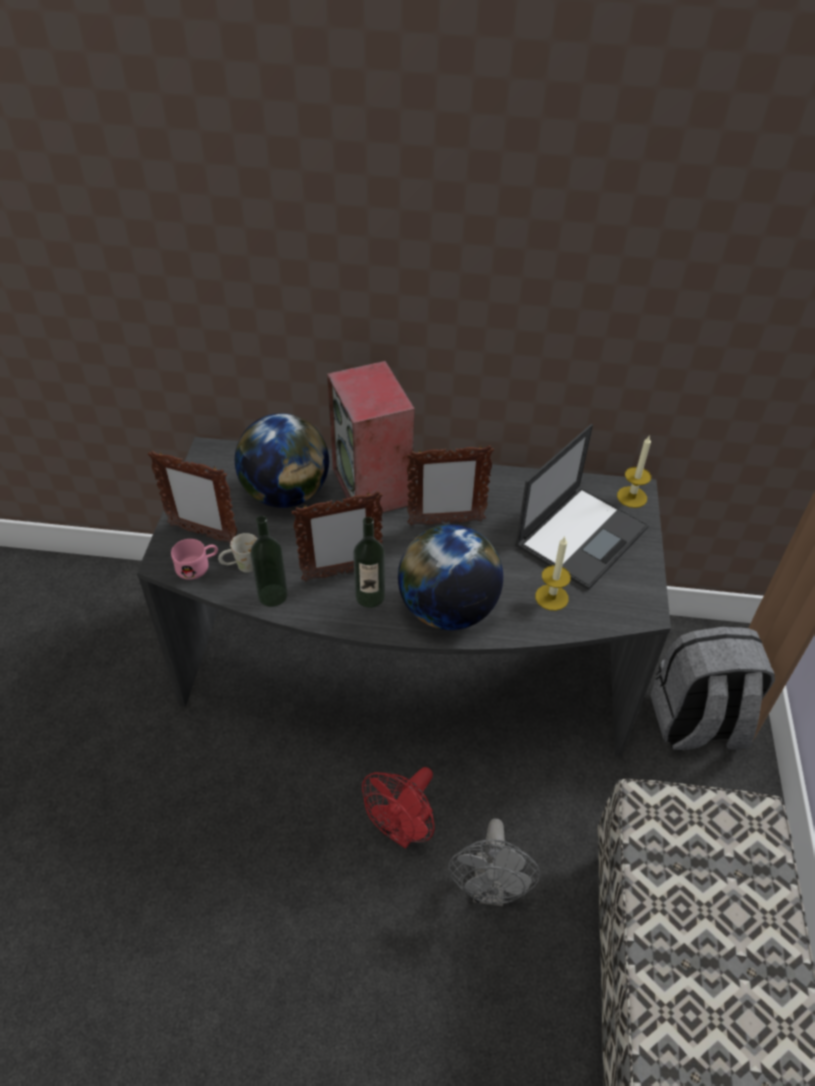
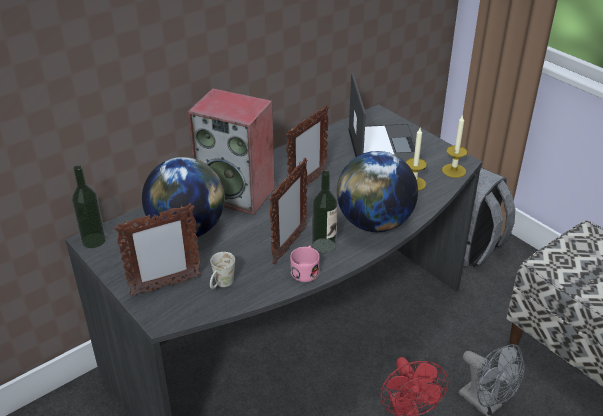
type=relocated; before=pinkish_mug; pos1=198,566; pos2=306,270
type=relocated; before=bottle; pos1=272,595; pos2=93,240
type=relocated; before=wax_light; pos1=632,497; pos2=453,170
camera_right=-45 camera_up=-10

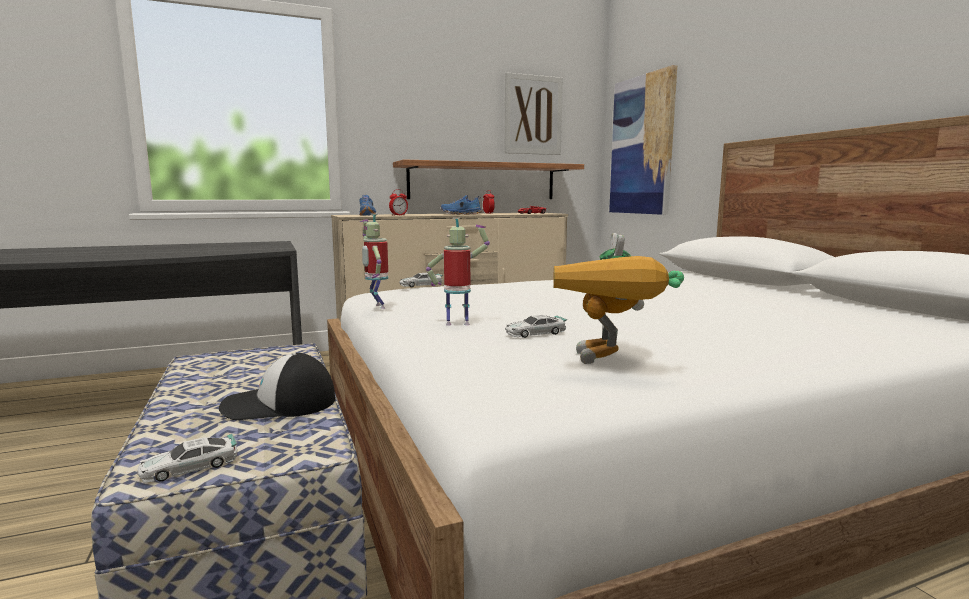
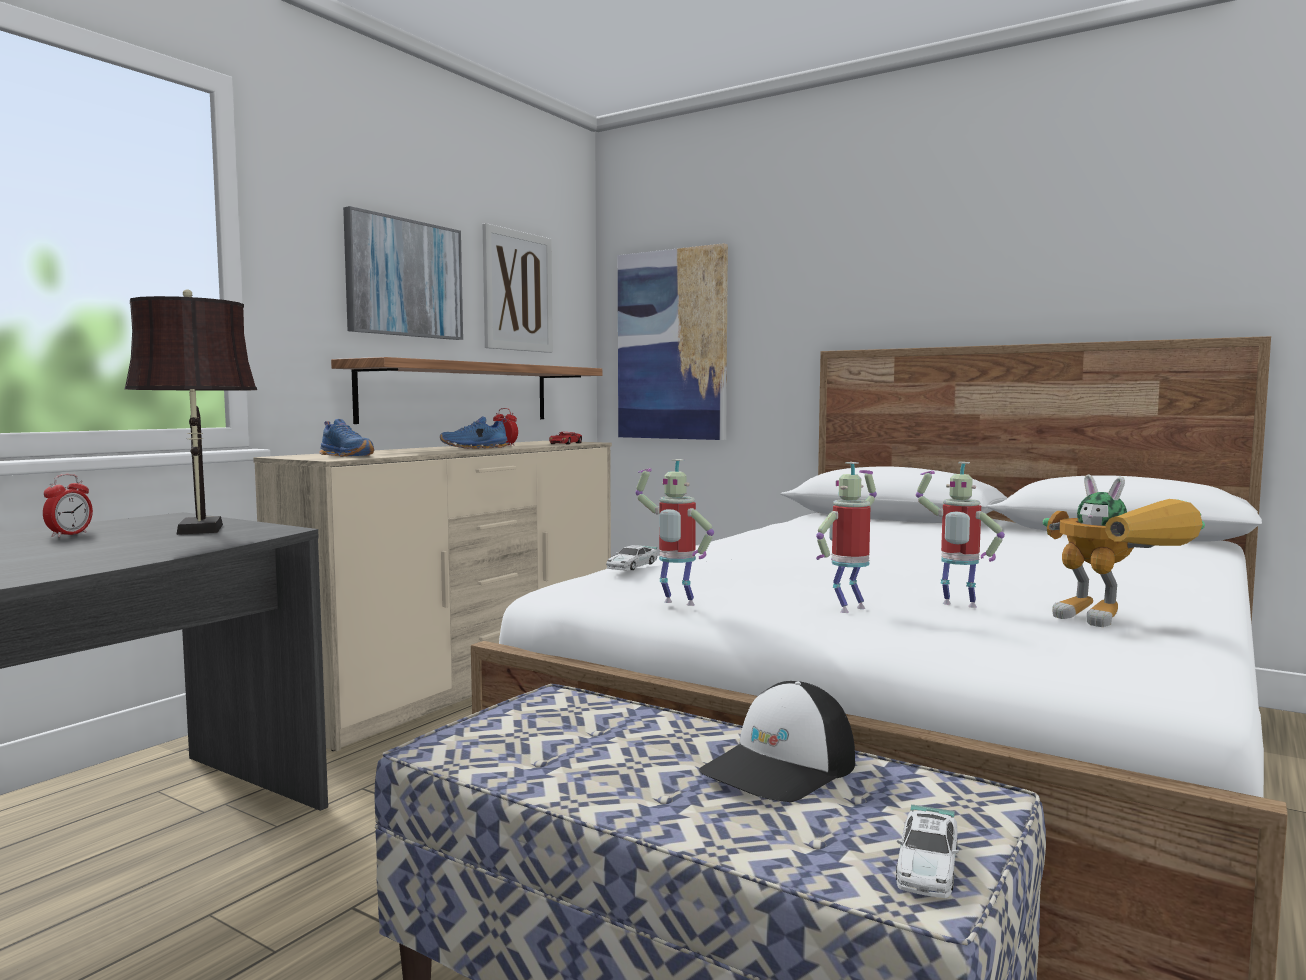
type=appeared; after=brown-coloured_table_lamp; pos2=199,530
type=appeared; after=wall_picture; pos2=404,278
type=relocated; before=alarm_clock; pos1=398,215; pos2=69,534
type=exchanged; before=toy_car; after=robot_figure; pos1=535,333; pos2=957,606
camera_right=-35 camera_up=-5

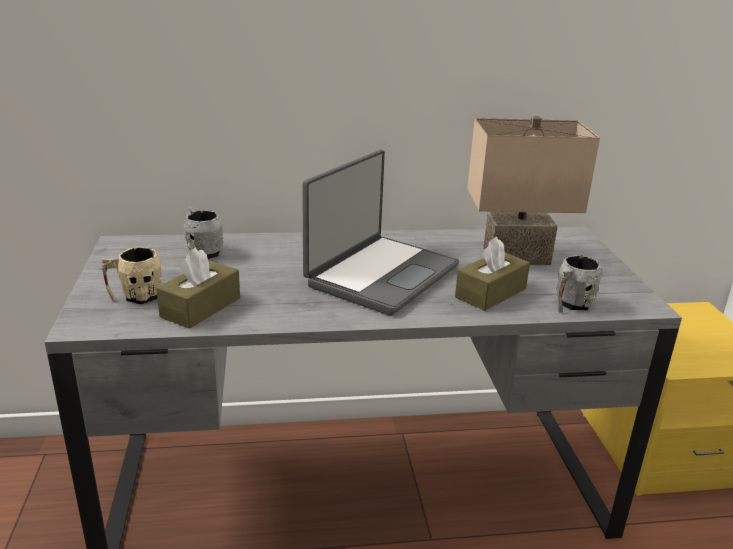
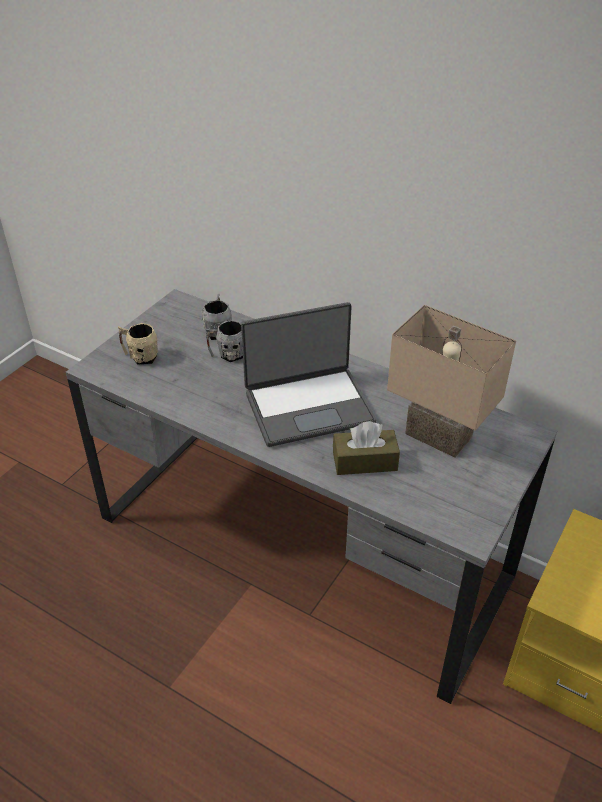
type=missing; before=brown-coloured_box_of_tissues; pos1=201,307
type=relocated; before=gray_mug; pos1=571,305; pos2=227,354
camera_right=40 camera_up=15

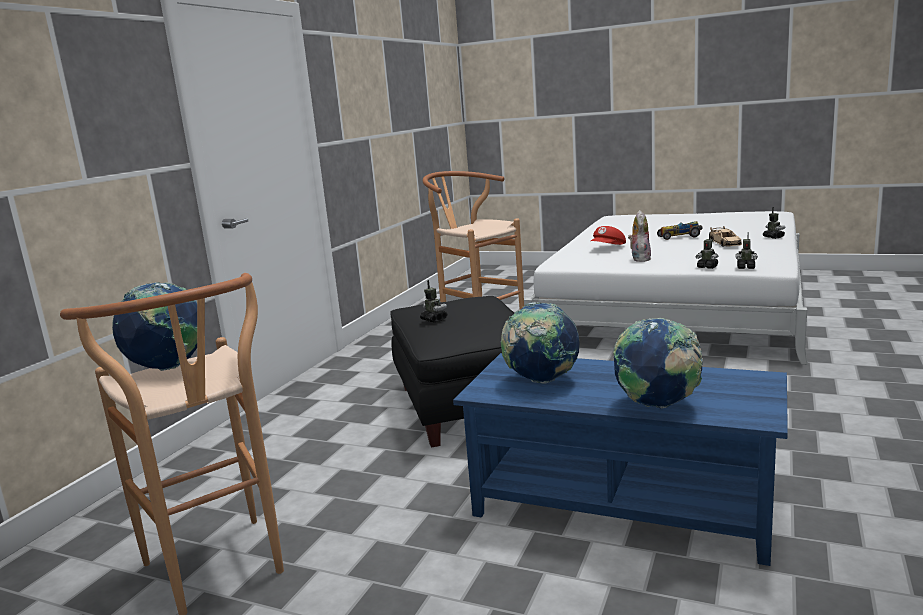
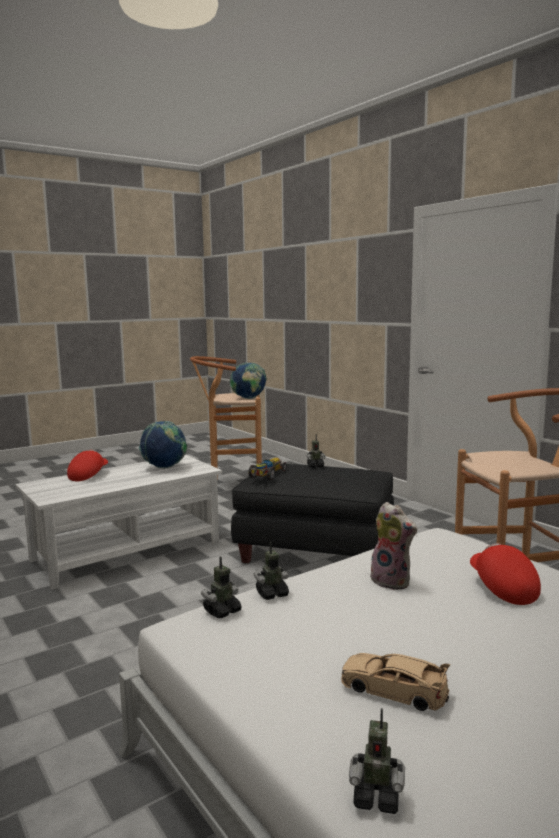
type=relocated; before=toy_car; pos1=680,236; pos2=267,475
type=exchanged; before=globe; after=reddish_cap; pos1=657,406; pos2=88,475
type=colour; before=bluish_coffee_table; after=whitish_coffee_table; pos1=623,503; pos2=126,552
camera_right=120 camera_up=-5

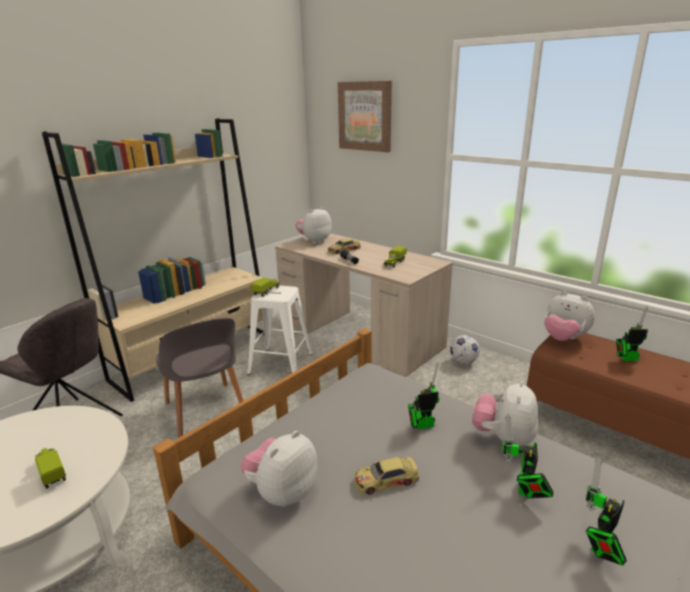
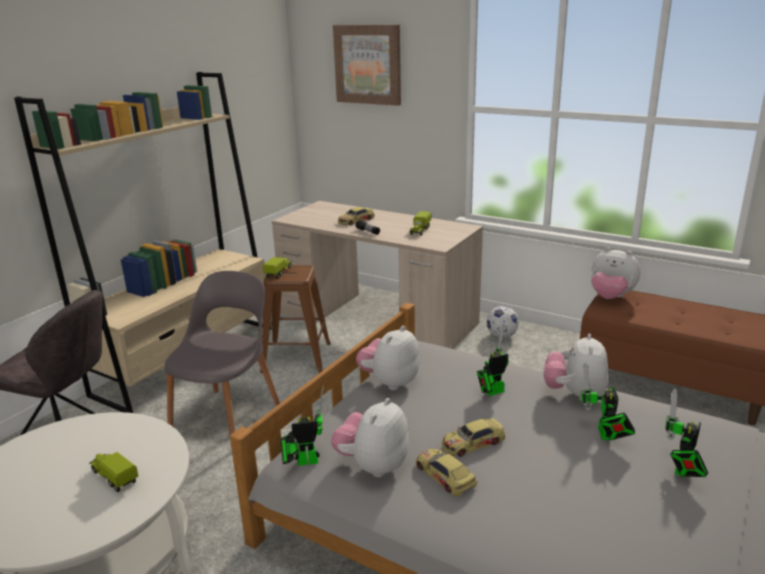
type=appeared; after=toy_car; pos2=445,475
type=relocated; before=cuddly_toy; pos1=314,241; pos2=390,382
type=relocated; before=robot_figure; pos1=626,359; pos2=304,462
type=colour; before=whitish_stool_seat; after=brown-coloured_stool_seat; pos1=280,364; pos2=295,357
type=spun; before=gray_plain_chair; pos1=206,412; pos2=227,417; turn=-120
camera_right=-10 camera_up=0

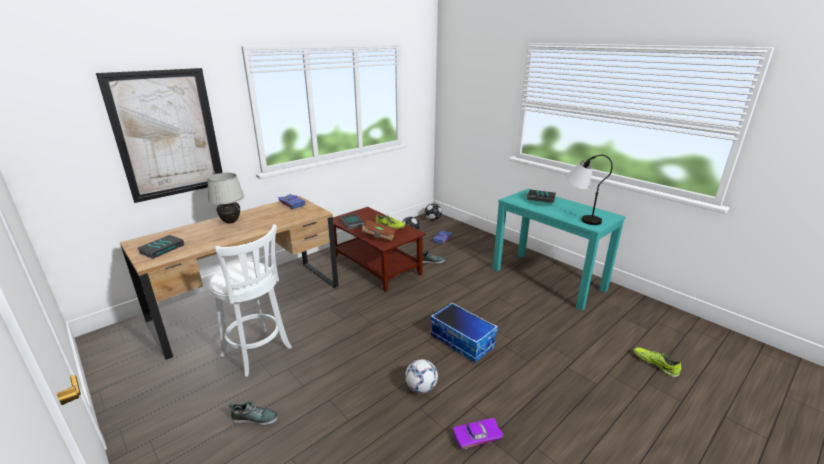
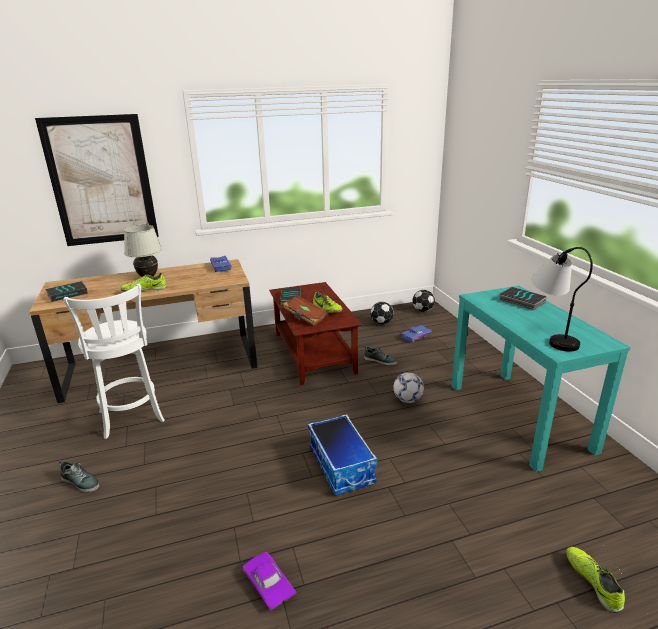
type=appeared; after=item_of_footwear; pos2=144,290
type=relocated; before=football; pos1=421,388; pos2=407,400
type=spun; before=purple-coloured_toy_car; pos1=477,438; pos2=267,586; turn=45
camera_right=25 camera_up=0

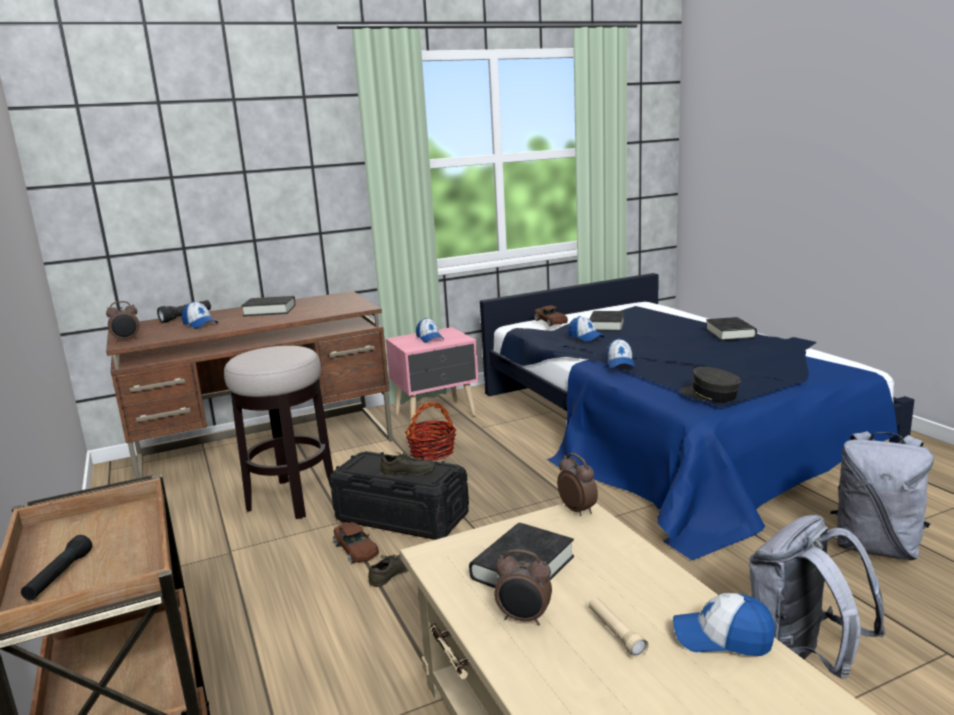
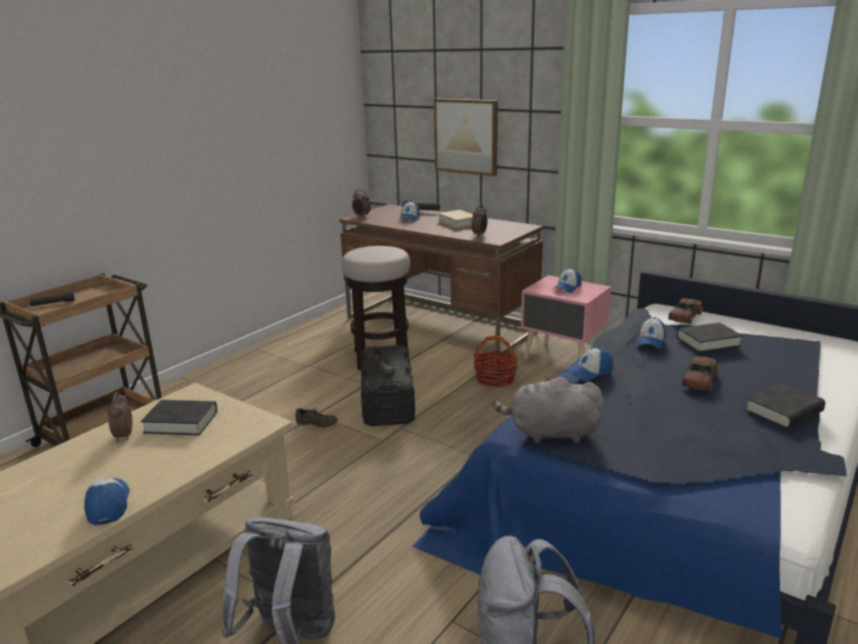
type=missing; before=sand-coloured_hand_torch; pos1=616,633
type=appeared; after=wall_picture; pos2=466,136
type=relocated; before=brown-coloured_toy_car; pos1=356,549; pos2=699,380
type=relocated; before=alarm_clock; pos1=578,510; pos2=479,234
type=exchanged; before=gray_cap; after=gray_cuddly_toy; pos1=710,395; pos2=550,433
type=colour; before=black_bound_book; after=sand-coloured_bound_book; pos1=269,310; pos2=459,222
camera_right=60 camera_up=5

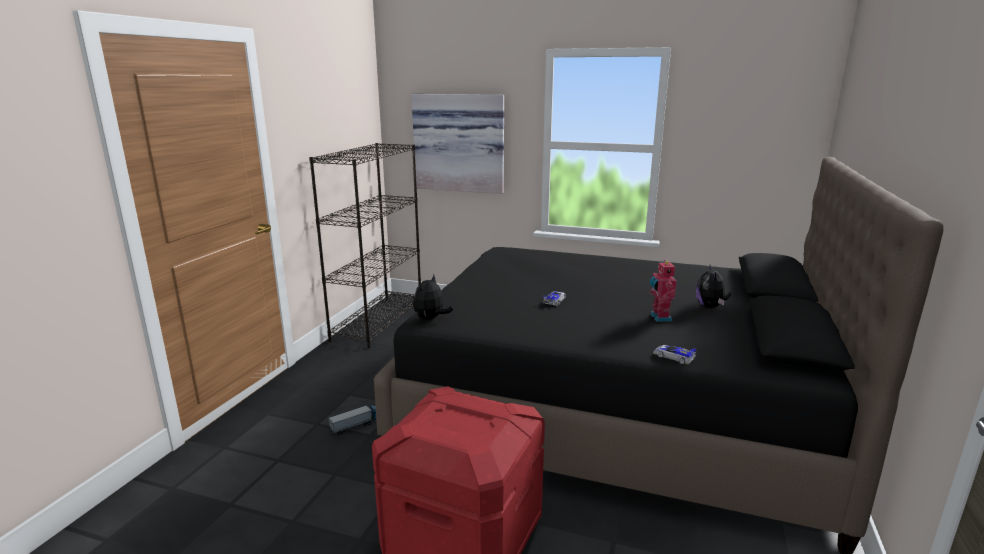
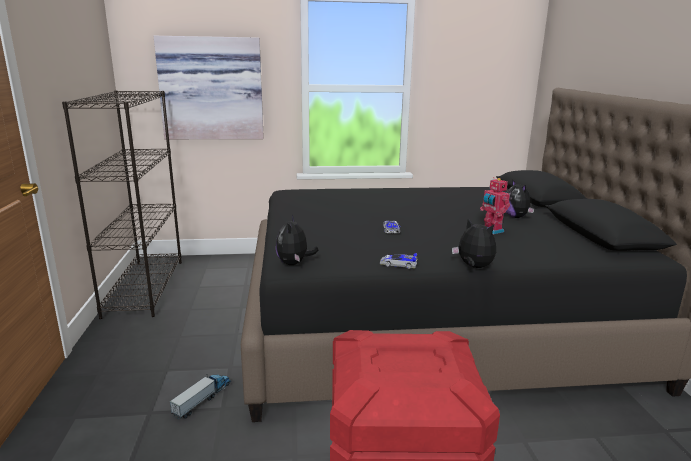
type=appeared; after=cuddly_toy; pos2=473,267
type=relocated; before=toy_car; pos1=673,356; pos2=398,264
camera_right=-25 camera_up=0

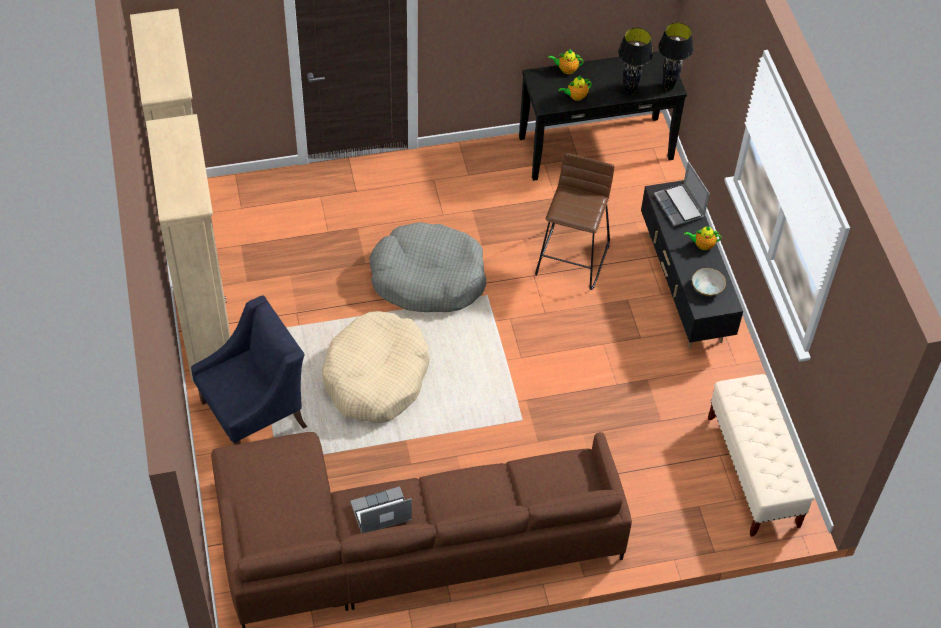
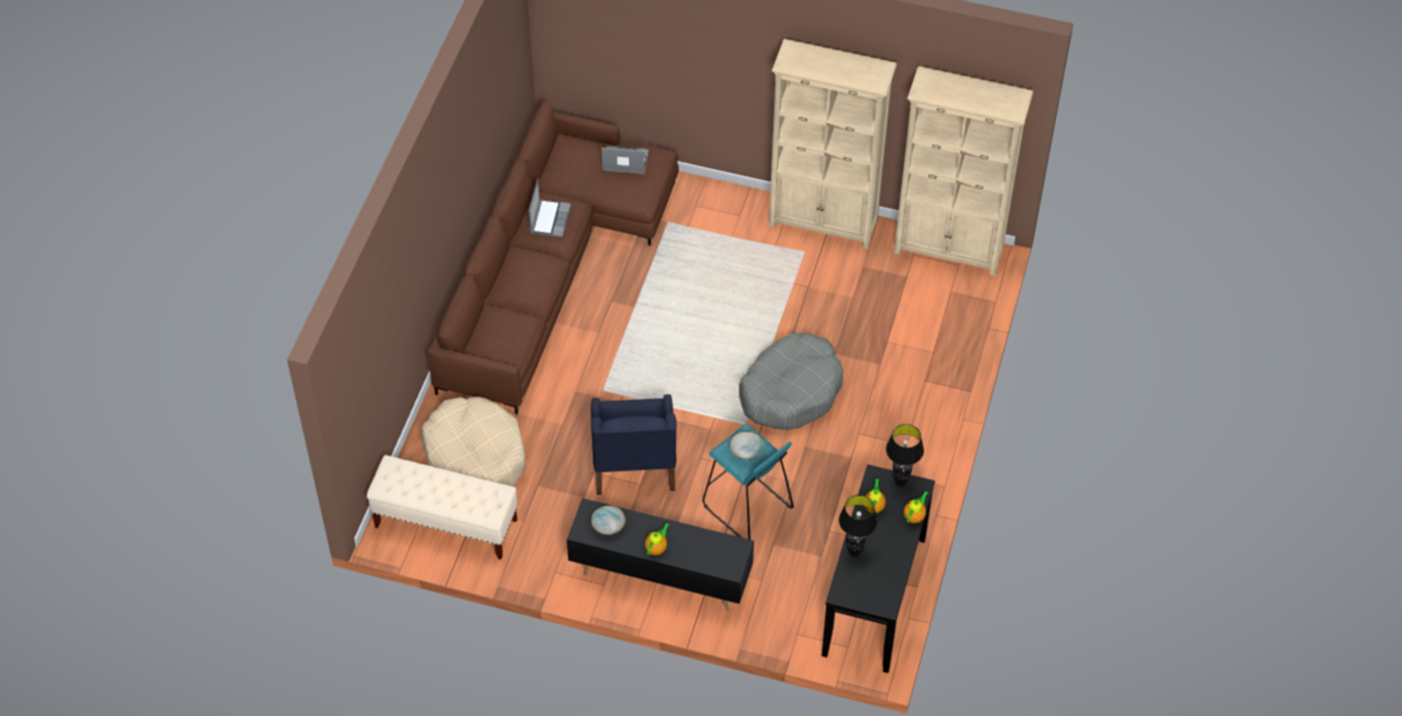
type=appeared; after=deep_dish; pos2=746,451
type=relocated; before=bluish_easy_chair; pos1=255,413; pos2=633,463
type=relocated; before=sand-coloured_dog_cushion; pos1=376,377; pos2=475,456
type=relocated; before=notebook_computer; pos1=680,206; pos2=624,162
type=relocated; before=black_table_lamp; pos1=668,87; pos2=900,483
type=colour; before=brown-coloured_stool_seat; after=blue-green_stool_seat; pos1=572,259; pos2=747,507
camera_right=120 camera_up=0

